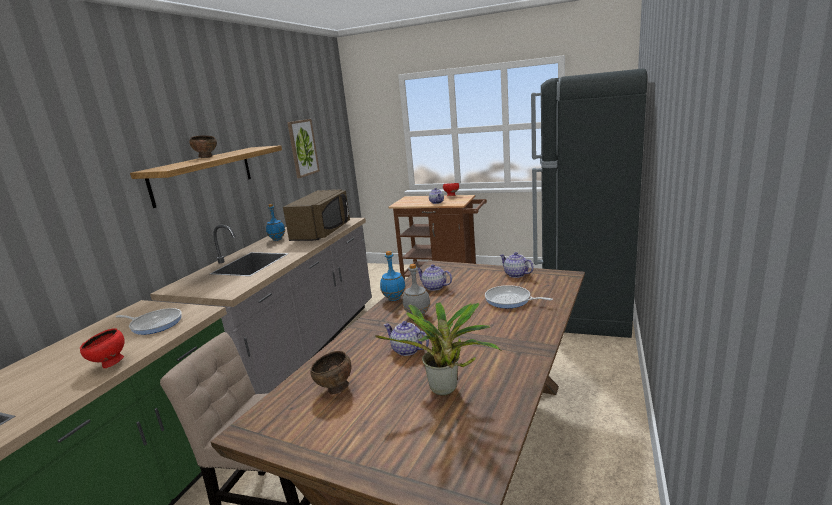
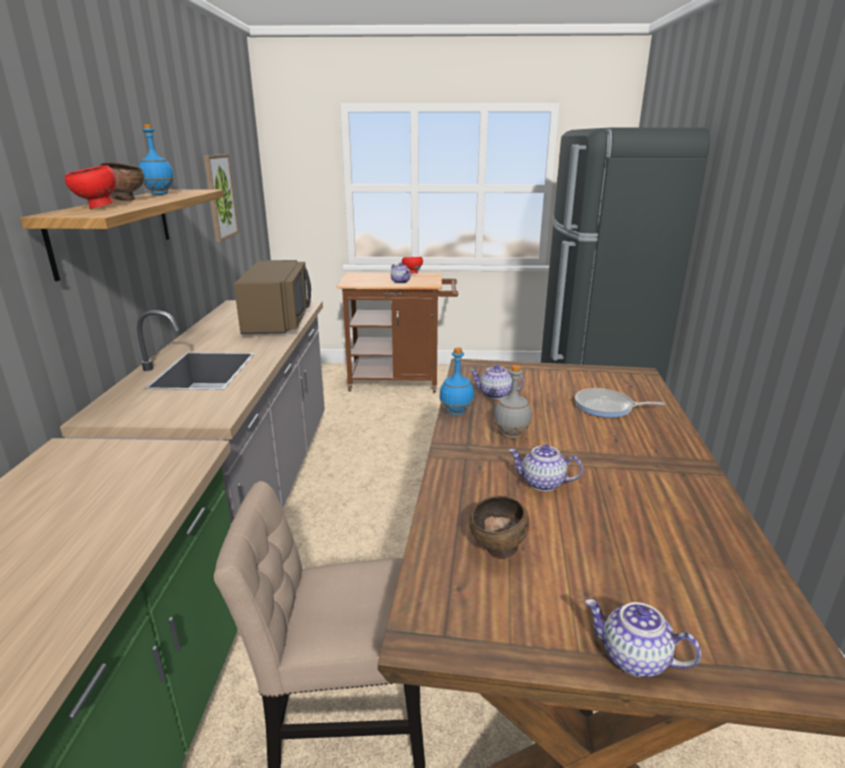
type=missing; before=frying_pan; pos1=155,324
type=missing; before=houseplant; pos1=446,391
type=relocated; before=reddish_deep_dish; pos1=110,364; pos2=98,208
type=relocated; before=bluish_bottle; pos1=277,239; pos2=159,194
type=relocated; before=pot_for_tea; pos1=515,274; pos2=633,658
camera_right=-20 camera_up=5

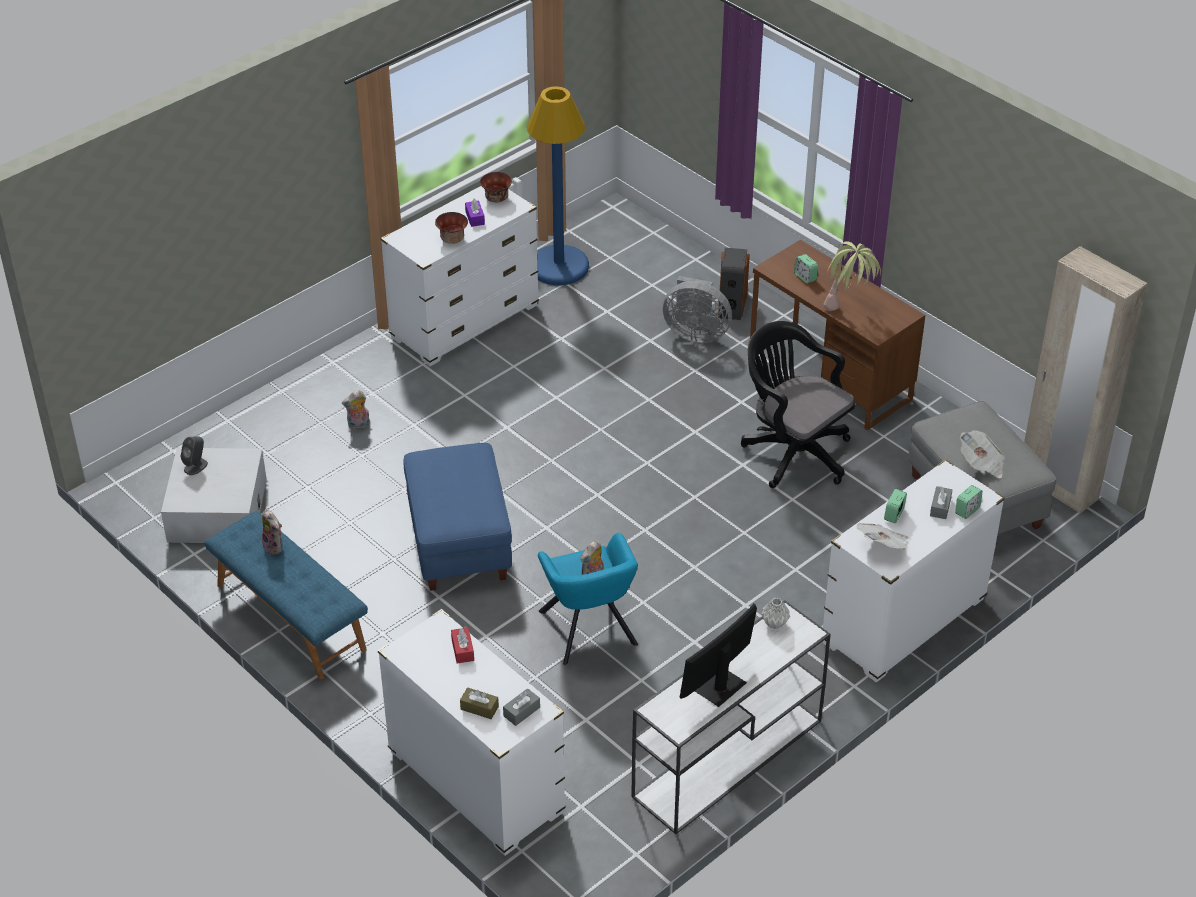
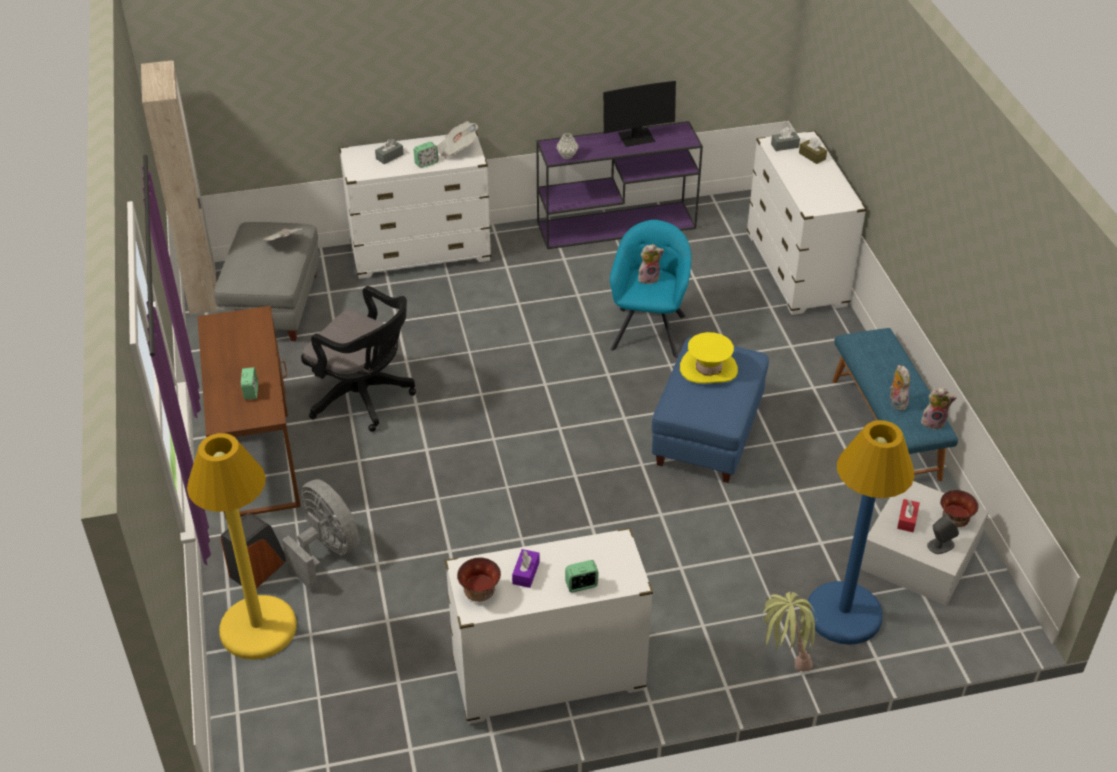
type=appeared; after=yellow-coloured_floor_lamp; pos2=258,628
type=appeared; after=yellow-coloured_hat; pos2=708,368
type=relocated; before=cuddly_toy; pos1=358,425; pos2=934,422
type=relocated; before=deep_dish; pos1=452,239; pos2=955,520
type=relocated; before=reddish_box_of_tissues; pos1=462,650; pos2=907,520
type=relocated; before=bluish_floor_lamp; pos1=559,266; pos2=843,613
type=relocated; before=houseplant; pos1=848,308; pos2=783,658
type=relocated; before=alarm_clock; pos1=967,510; pos2=581,585
type=colour; before=whitish_console_table; after=purple-coloured_console_table; pos1=726,760; pos2=618,225
type=spun; before=black_desk_chair; pos1=792,452; pos2=364,398; turn=-45
camera_right=-150 camera_up=0

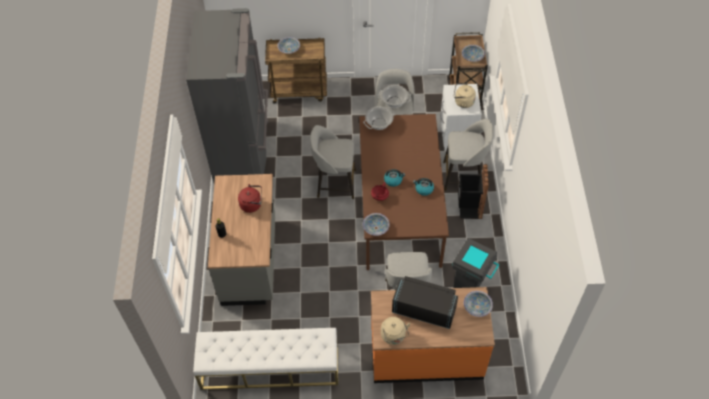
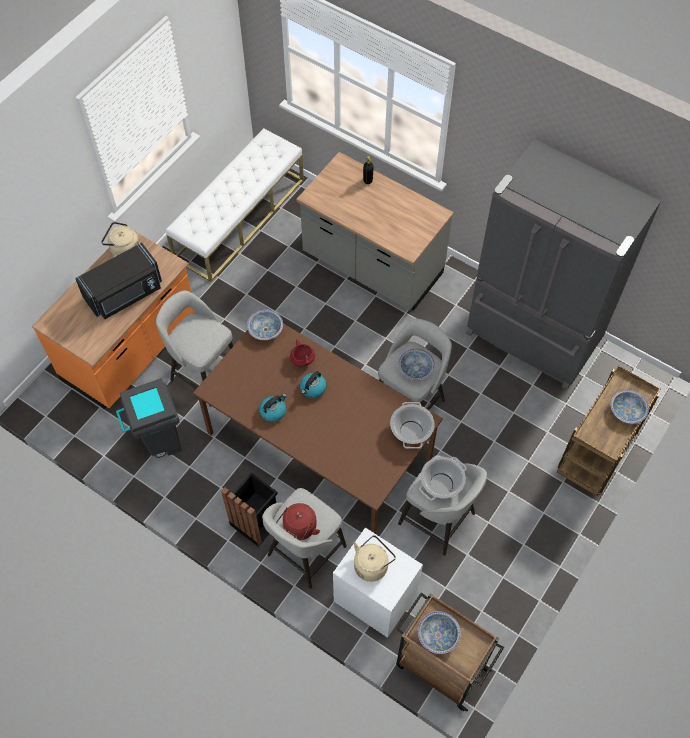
type=relocated; before=reddish_tea_kettle; pos1=252,204; pos2=299,529
type=relocated; before=deep_dish; pos1=477,307; pos2=416,369
camera_right=125 camera_up=5

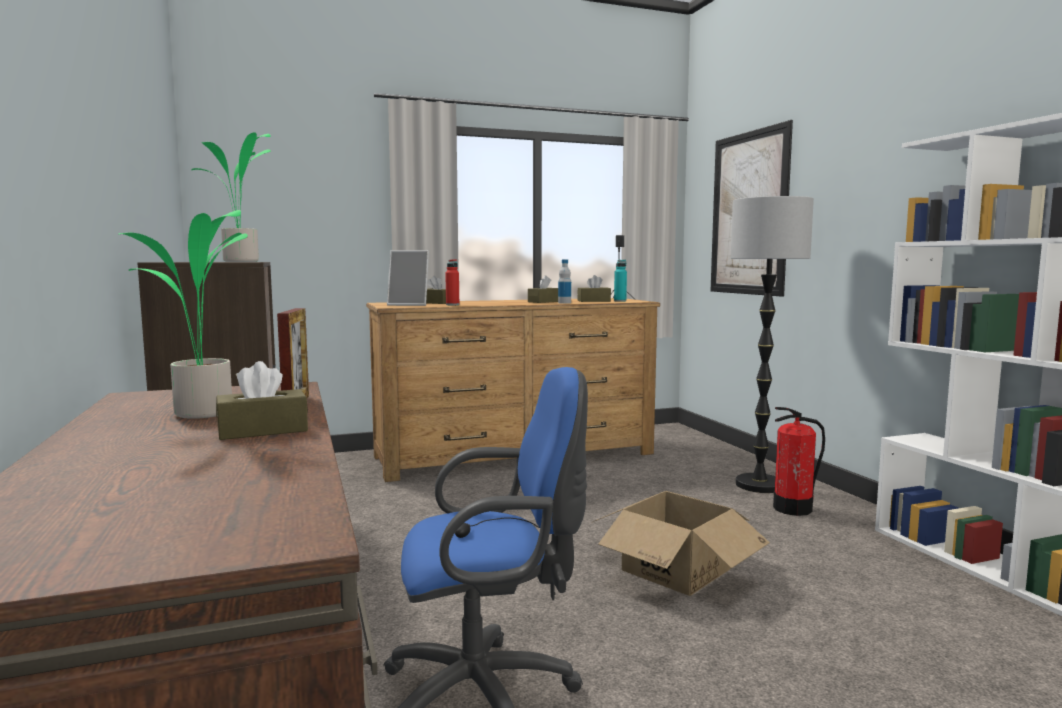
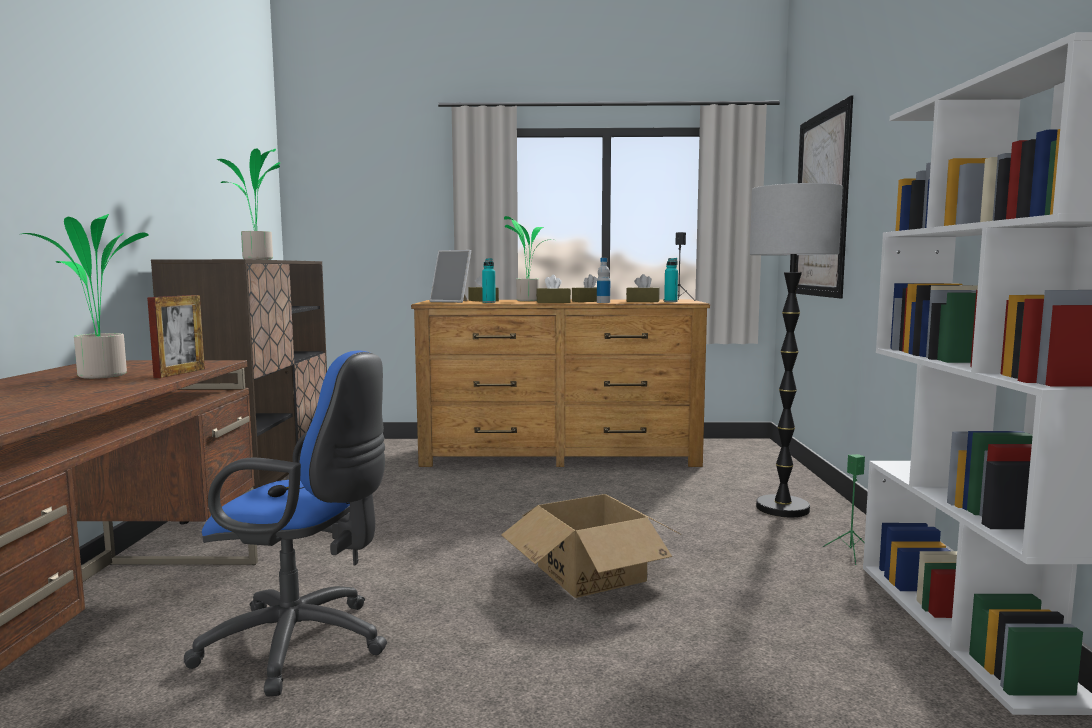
type=missing; before=fire_extinguisher; pos1=793,509
type=appeared; after=houseplant; pos2=527,300
type=appeared; after=green-coloured_audio_speaker; pos2=850,554
type=relocated; before=brown-coloured_box_of_tissues; pos1=263,430; pos2=553,302
type=colour; before=reddish_bottle; after=blue-green_bottle; pos1=452,305; pos2=489,302
camera_right=20 camera_up=0

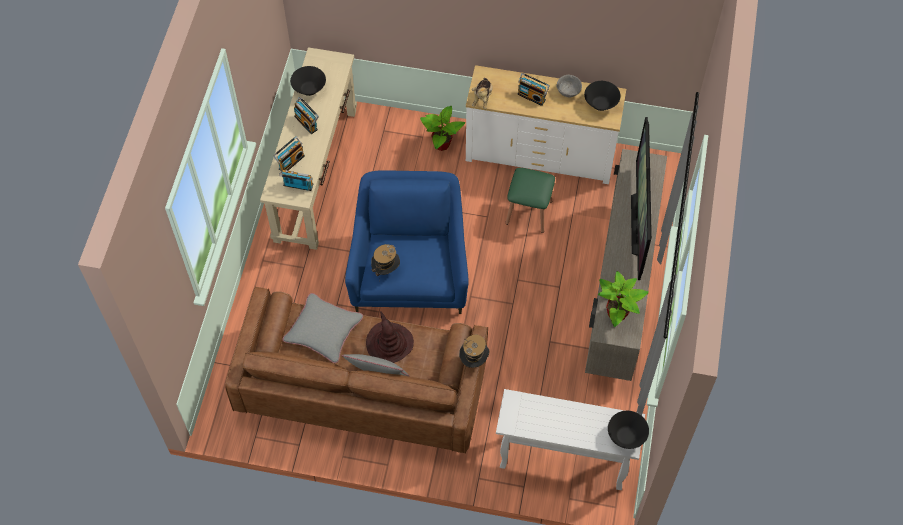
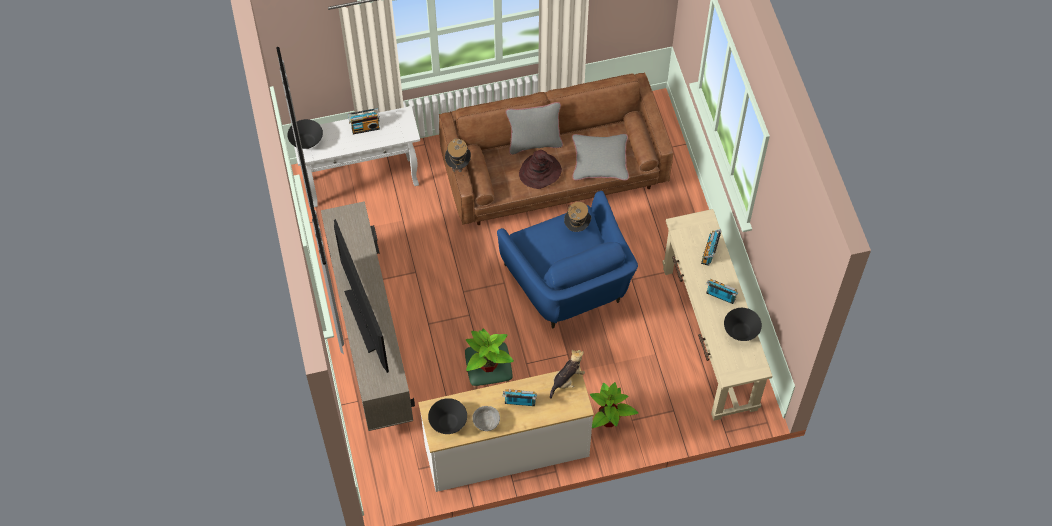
type=relocated; before=radio_receiver; pos1=297,186; pos2=365,127
type=relocated; before=houseplant; pos1=617,314; pos2=488,364
type=spun; before=cuddly_toy; pos1=482,98; pos2=567,380; turn=60
camera_right=155 camera_up=0

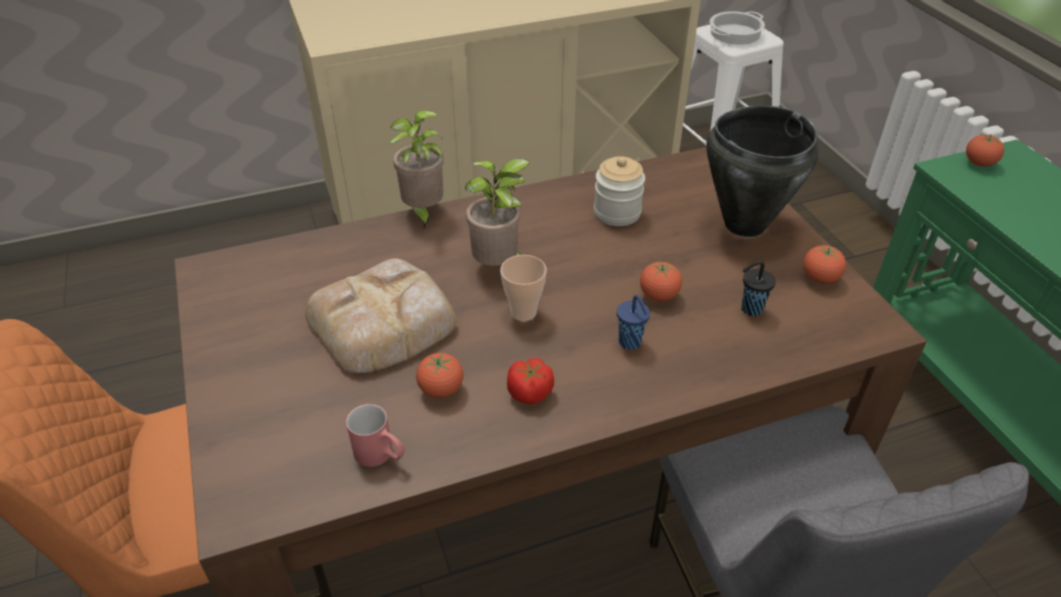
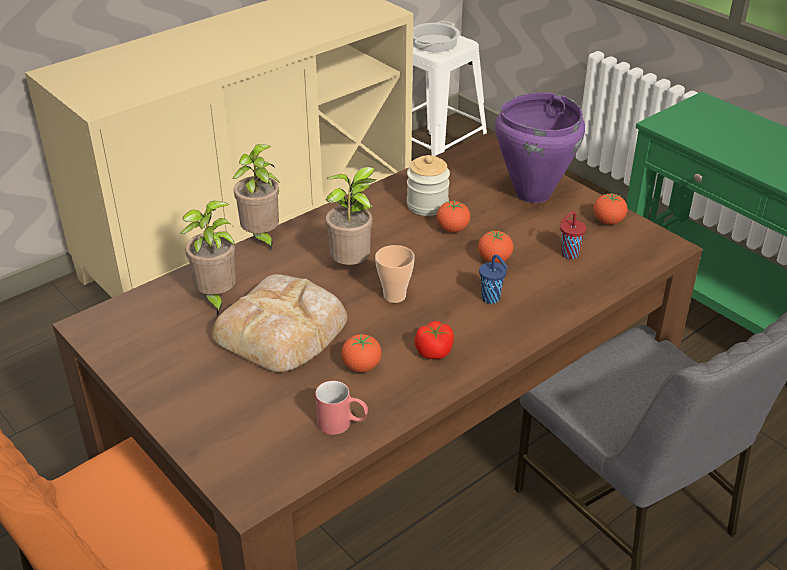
type=appeared; after=houseplant; pos2=216,298
type=relocated; before=tomato; pos1=979,163; pos2=452,229
type=colour; before=black_saucepot; after=purple-coloured_saucepot; pos1=743,224; pos2=532,194
type=colour; before=black_cup; after=reddish_cup; pos1=750,309; pos2=568,254
camera_right=-20 camera_up=-5

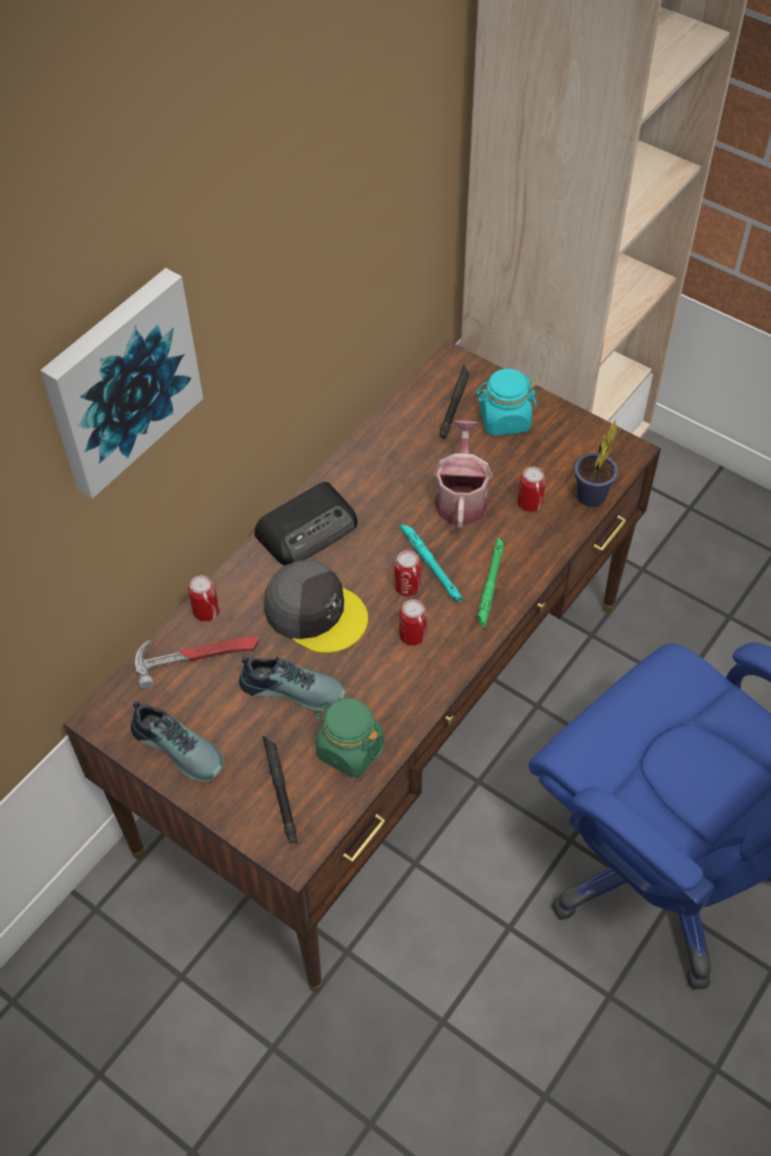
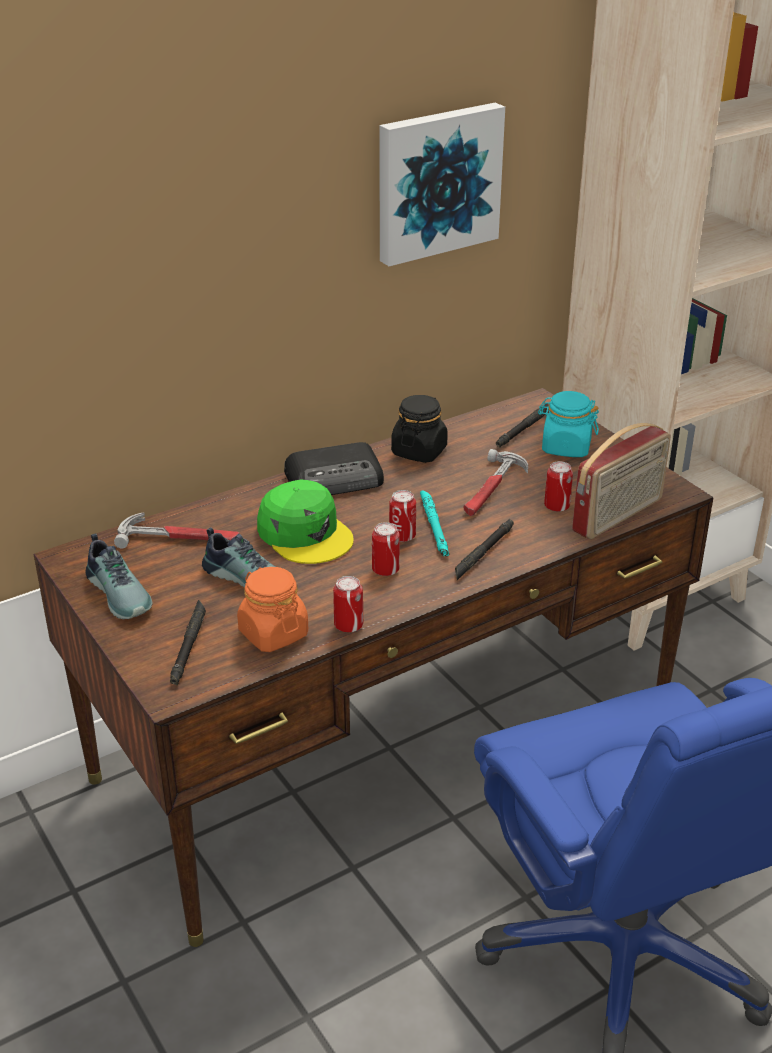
type=appeared; after=black_preserve_jar; pos2=419,451
type=relocated; before=wall_picture; pos1=120,380; pos2=437,182
type=relocated; before=sealed_can; pos1=206,612; pos2=348,625
type=exchanged; before=watering_can; after=hand_hammer; pos1=461,498; pos2=492,489
type=exchanged; before=houseplant; after=radio_receiver; pos1=589,499; pos2=618,516
type=colour; before=gray_cap; after=green-coloured_cap; pos1=315,612; pos2=305,533
type=colour; before=green-coloured_preserve_jar; after=orangey_preserve_jar; pos1=349,749; pos2=273,633
type=colour; before=green-coloured_hand_torch; after=black_hand_torch; pos1=490,585; pos2=483,553
camera_right=20 camera_up=-20

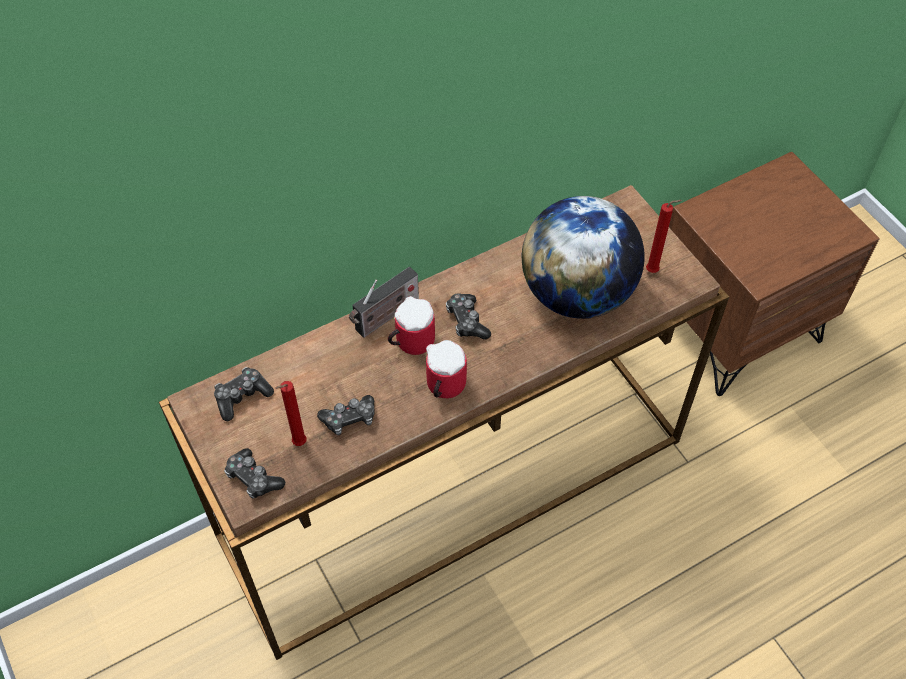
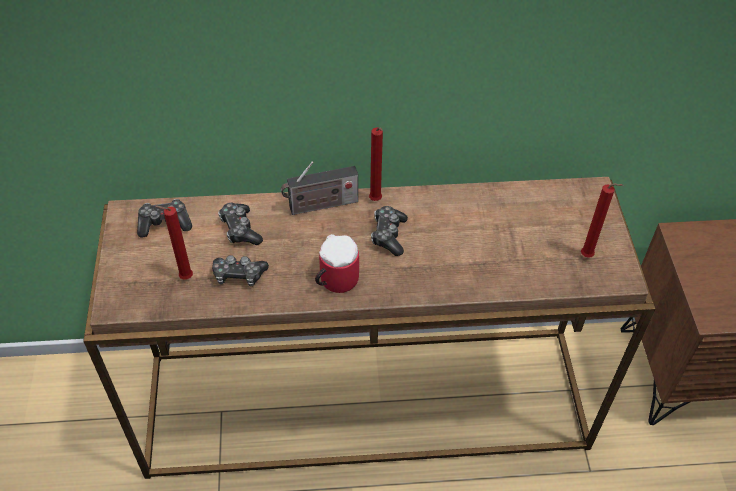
type=missing; before=mug; pos1=410,341
type=missing; before=globe; pos1=577,293
type=appeared; after=reddish_wax_light; pos2=376,201
type=relocated; before=game_controller; pos1=253,478; pos2=240,229
camera_right=25 camera_up=-5

